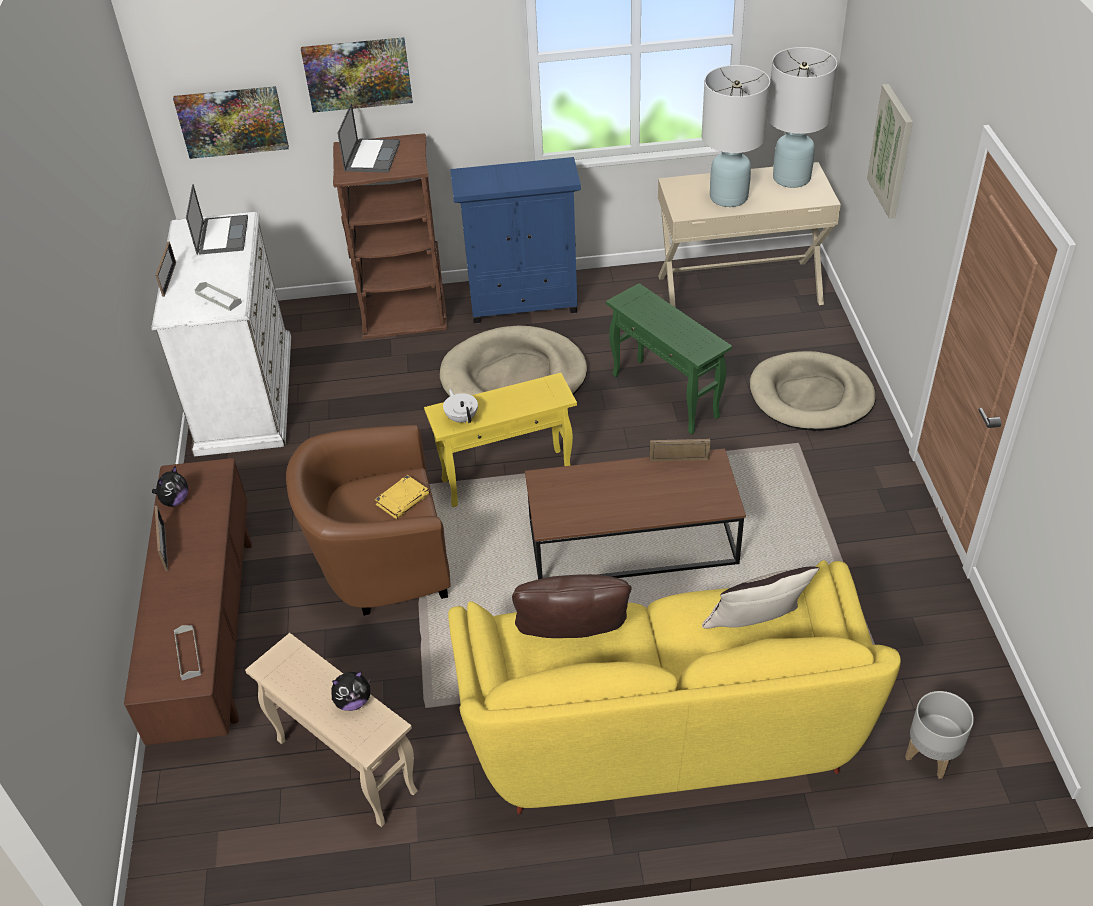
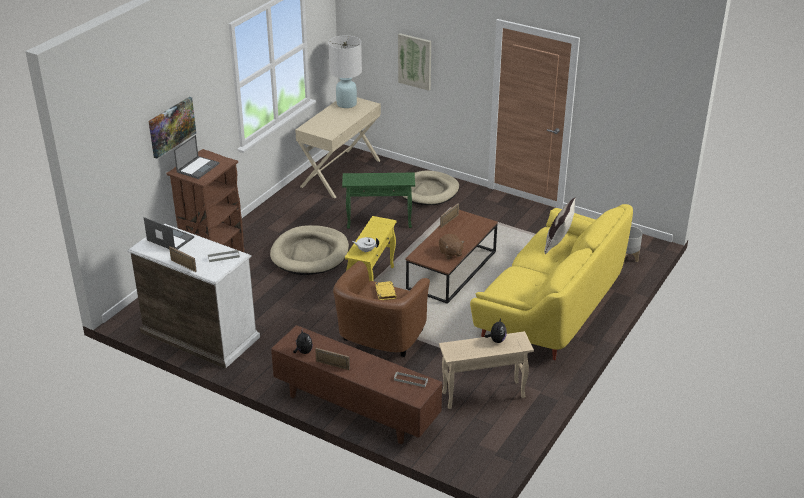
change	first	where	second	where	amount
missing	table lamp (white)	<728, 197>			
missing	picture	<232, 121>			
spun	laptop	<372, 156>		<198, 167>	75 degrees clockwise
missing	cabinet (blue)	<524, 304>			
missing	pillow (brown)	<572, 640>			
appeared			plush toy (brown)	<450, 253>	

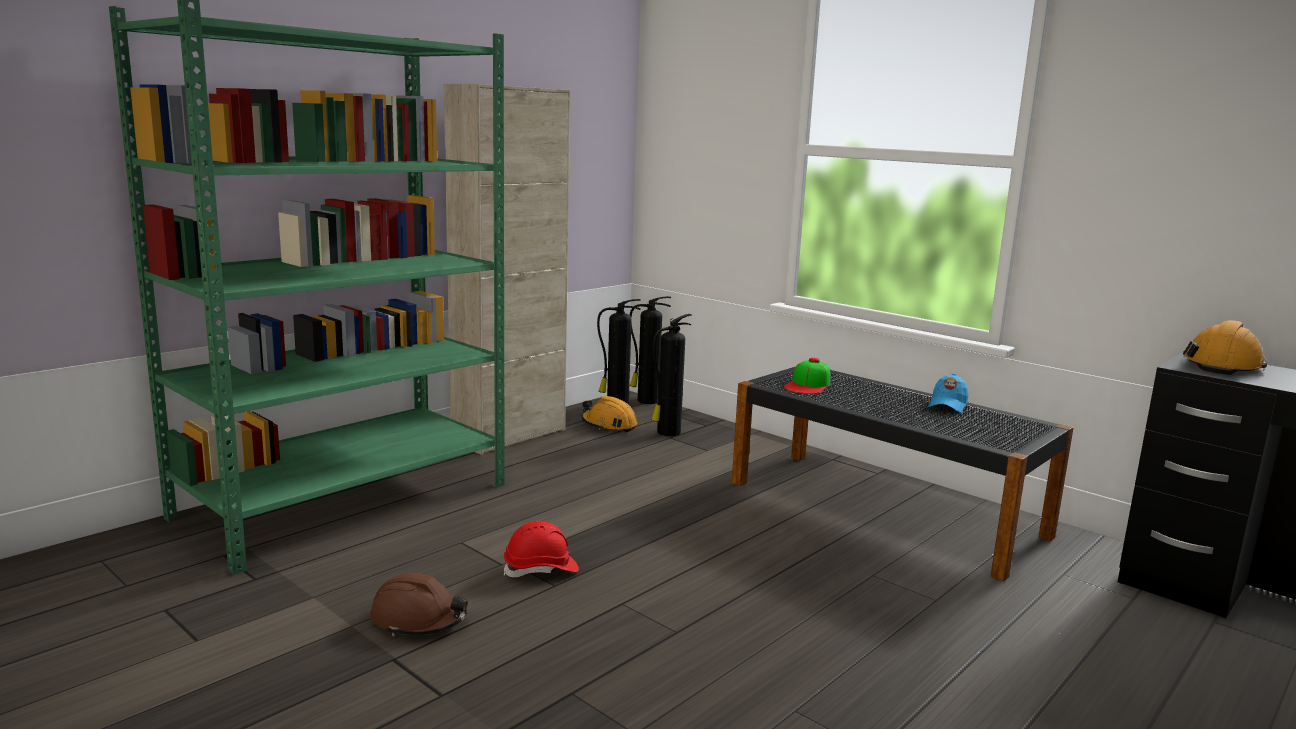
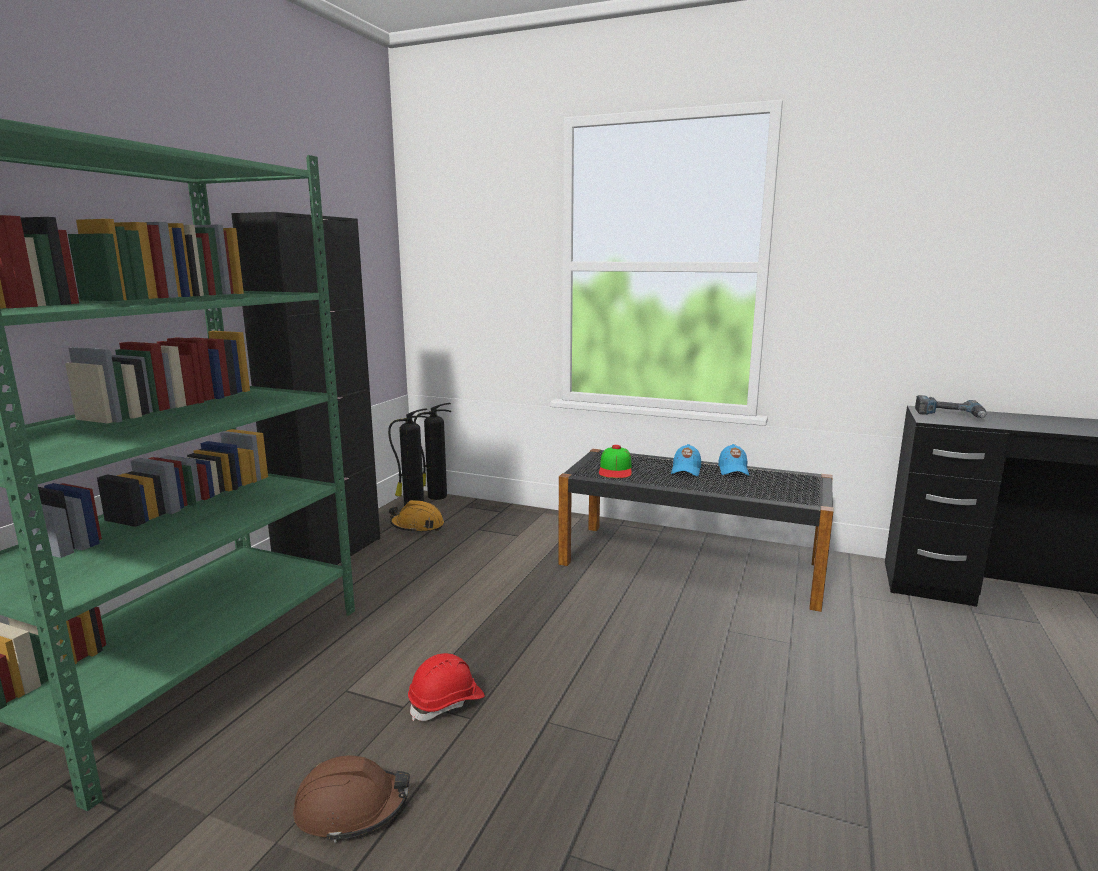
change	first	where	second	where	amount
colour	cabinet (beige)	<509, 436>	cabinet (black)	<330, 555>	
missing	fire extinguisher	<667, 433>			
exchanged	hard hat (orange)	<1223, 365>	power drill	<949, 414>	
appeared			cap (blue)	<686, 470>	

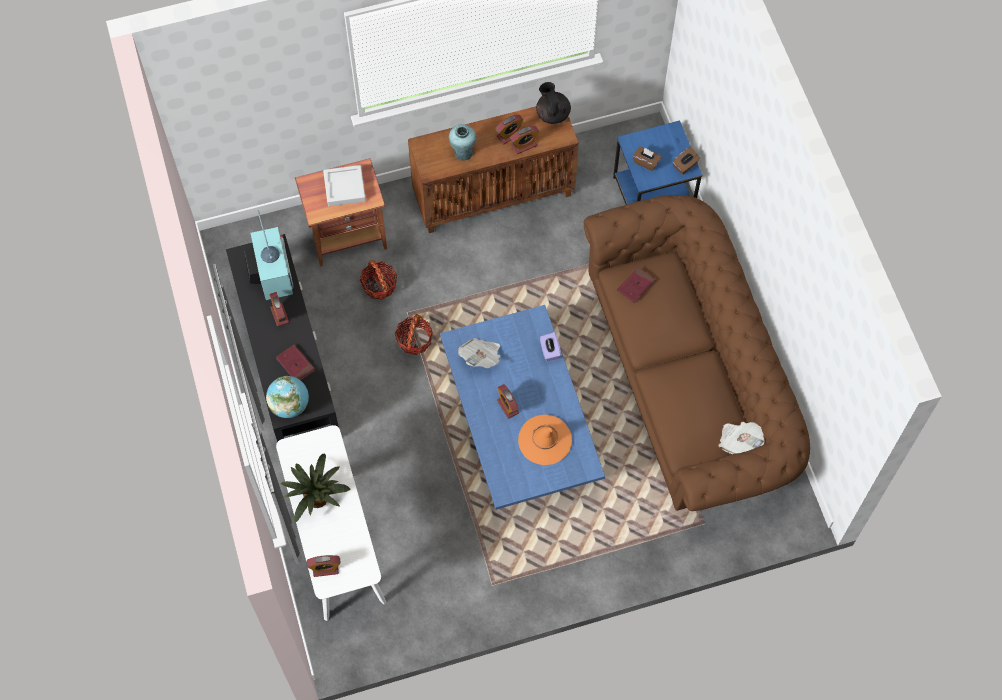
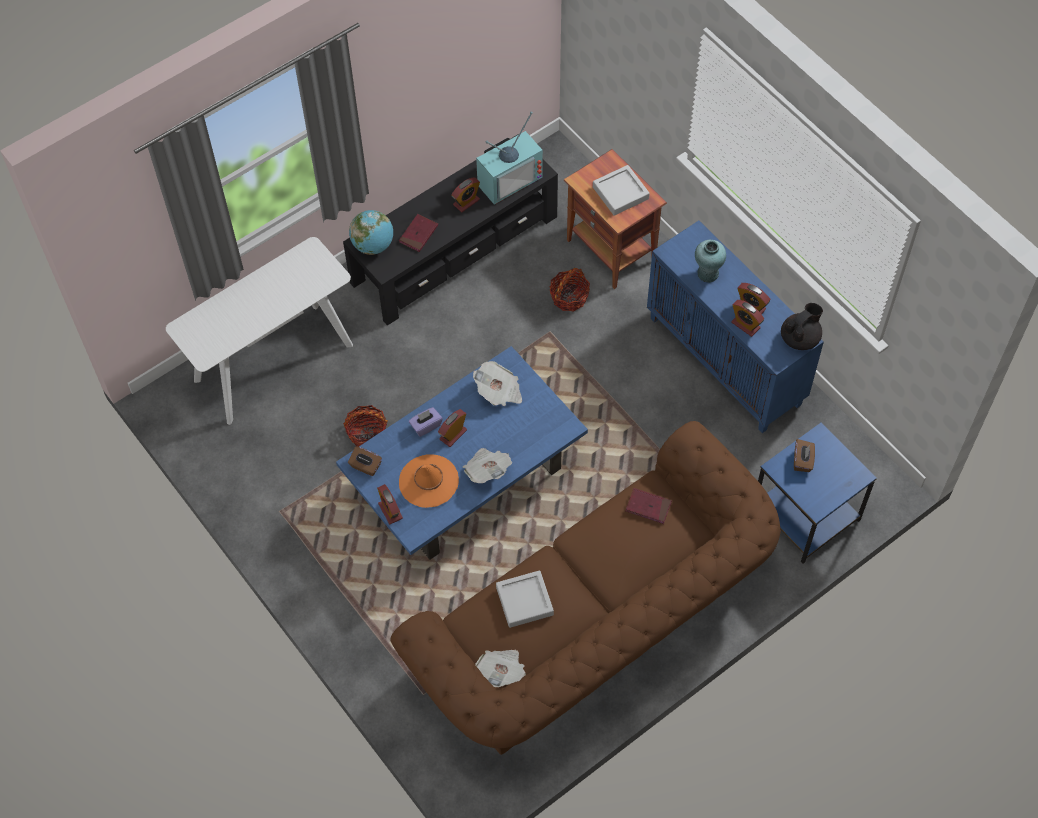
change	first	where	second	where	amount
colour	cabinet (brown)	<494, 195>	cabinet (blue)	<726, 361>	
relocated	tissue box (brown)	<685, 165>		<365, 466>	
relocated	basket	<414, 340>		<366, 433>	
relocated	tissue box (purple)	<550, 351>		<426, 426>	
missing	potted plant	<317, 496>			
relocated	alarm clock	<325, 569>		<390, 511>	
appeared			newspaper	<487, 470>	
appeared			tray (grey)	<524, 601>	

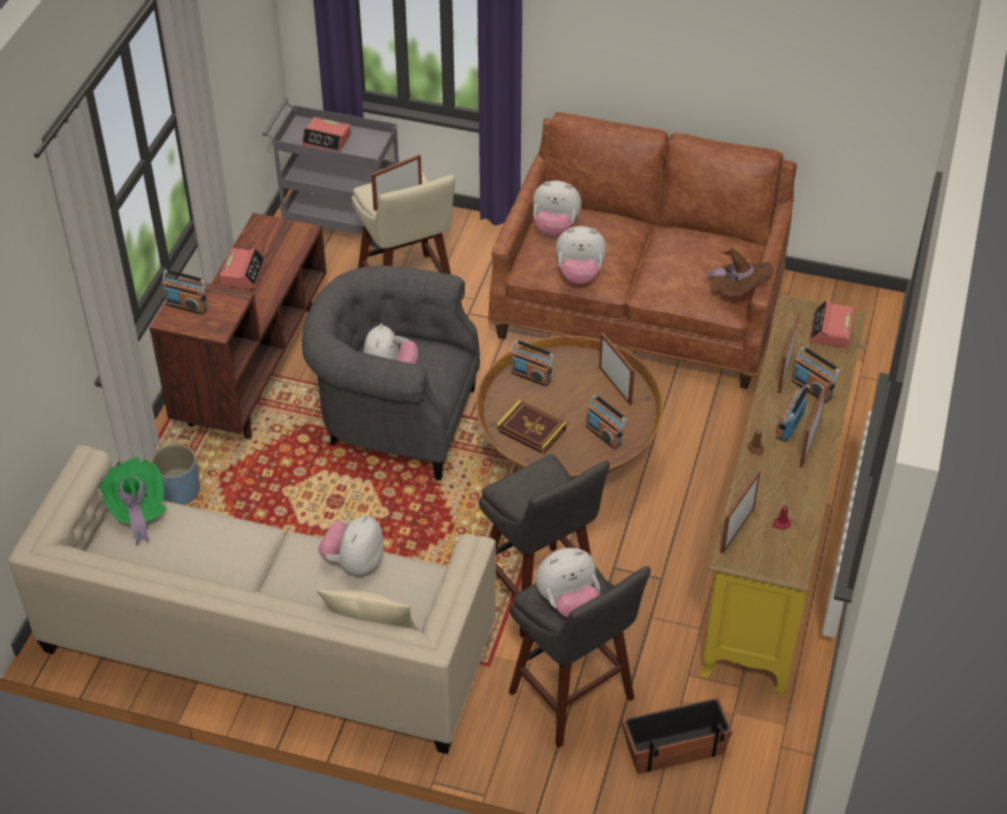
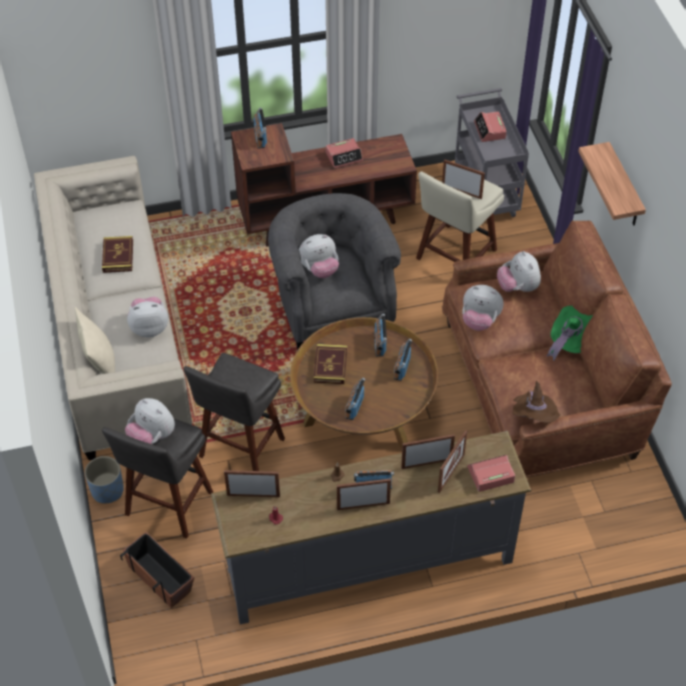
change	first	where	second	where	amount
spun	plush toy	<579, 274>		<479, 320>	45 degrees counterclockwise
colour	cabinet (yellow)	<773, 545>	cabinet (grey)	<369, 564>	
relocated	picture frame	<615, 385>		<451, 473>	
relocated	radio	<812, 388>		<401, 368>	
relocated	planter (blue)	<179, 491>		<107, 490>	
relocated	hat (green)	<137, 511>		<570, 341>	
appeared			shelf	<624, 187>	
appeared			book	<118, 256>	

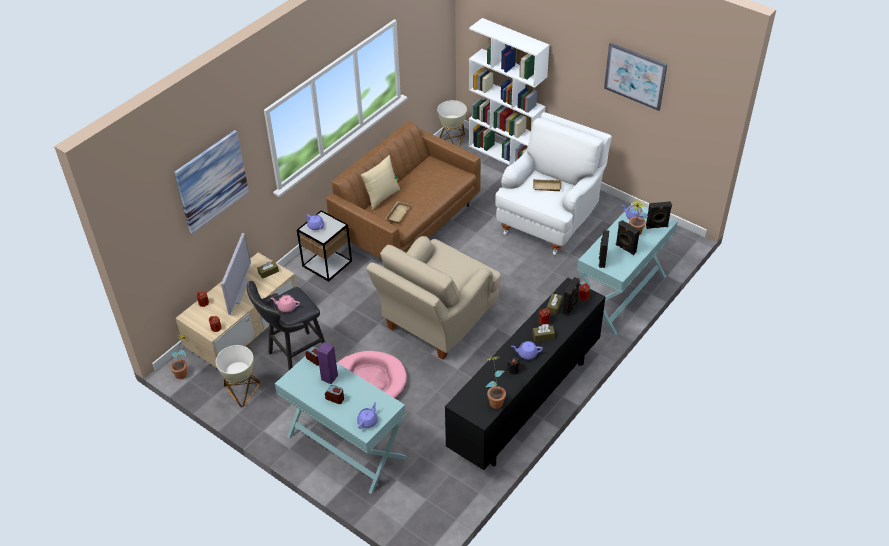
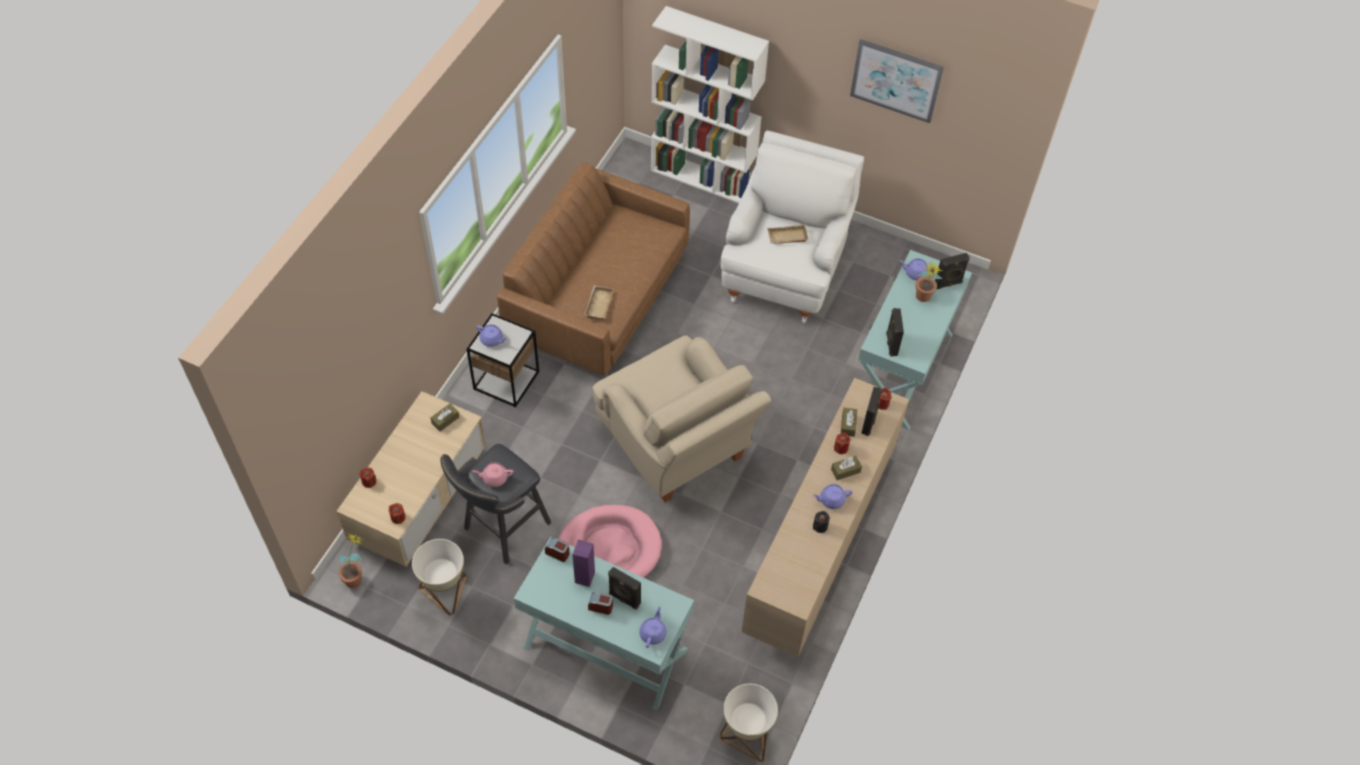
change	first	where	second	where	amount
relocated	planter	<452, 142>		<746, 736>	
missing	picture	<211, 181>			
missing	pillow (beige)	<382, 197>			
relocated	speaker (black)	<625, 249>		<624, 599>	
missing	television	<238, 290>			
spun	armchair (beige)	<437, 322>		<676, 447>	60 degrees counterclockwise
colour	cabinet (black)	<526, 404>	cabinet (beige)	<820, 547>	
missing	potted plant	<495, 399>			

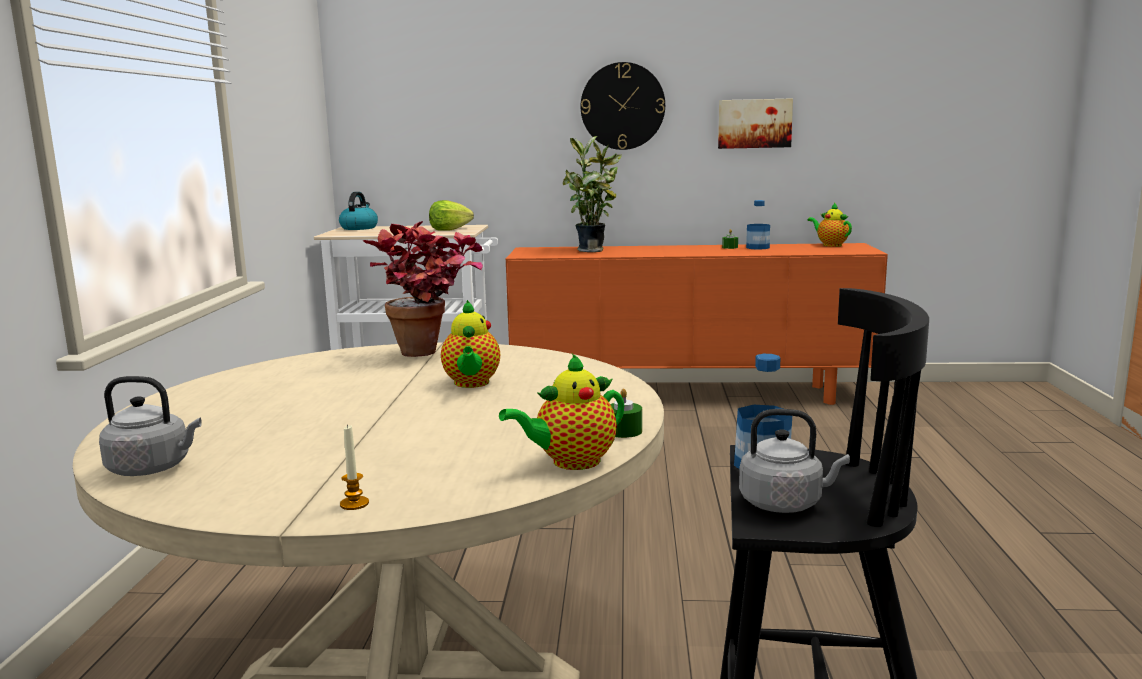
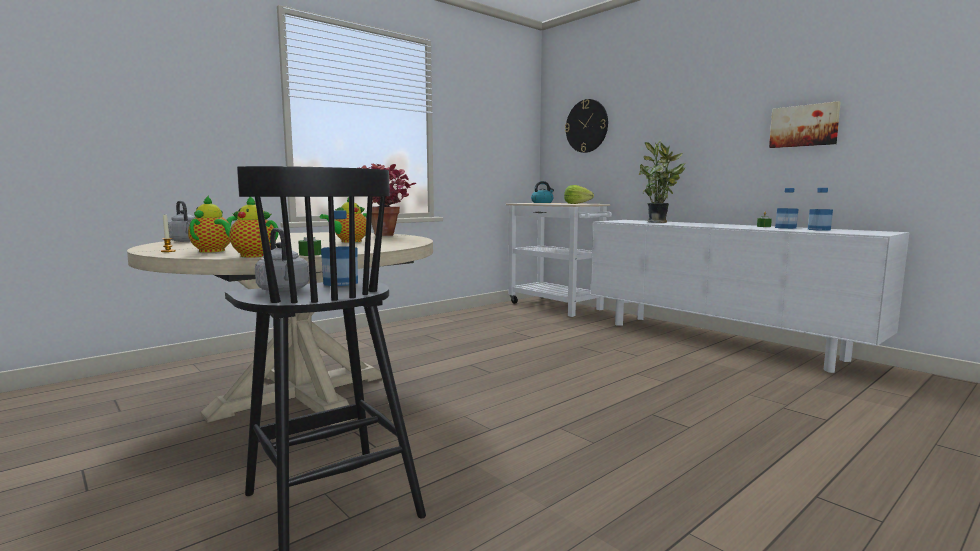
change	first	where	second	where	amount
relocated	wall clock	<622, 106>		<586, 126>	
relocated	teapot	<830, 245>		<214, 251>	
colour	cabinet (orange)	<689, 394>	cabinet (white)	<719, 340>	
appeared			bottle	<819, 229>	

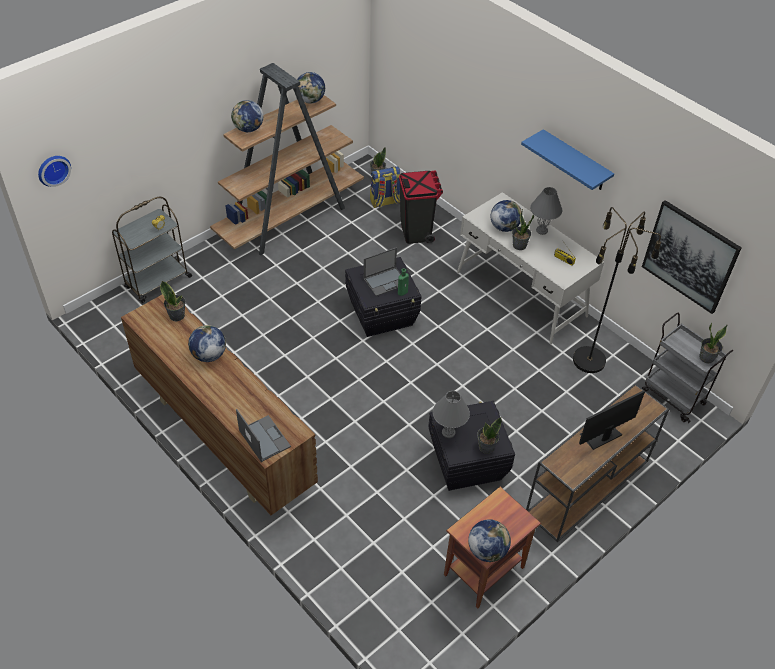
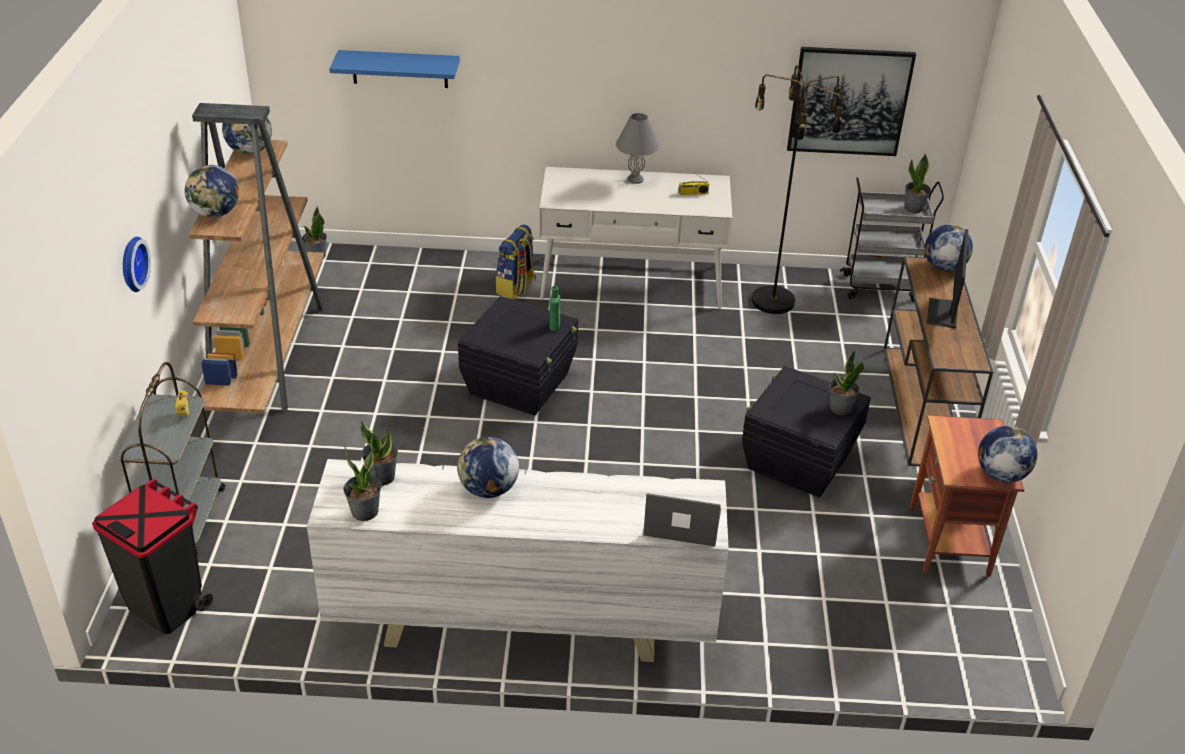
change	first	where	second	where	amount
relocated	shelf (blue)	<575, 161>		<399, 69>	
relocated	wall clock	<53, 169>		<131, 264>	
relocated	backpack	<384, 202>		<516, 287>	
relocated	trash can (black)	<416, 232>		<167, 605>	
relocated	globe	<504, 227>		<943, 267>	
relocated	potted plant	<519, 245>		<365, 512>	
missing	laptop	<386, 281>			
colour	cabinet (brown)	<223, 437>	cabinet (white)	<520, 625>	
missing	table lamp (grey)	<448, 432>			

